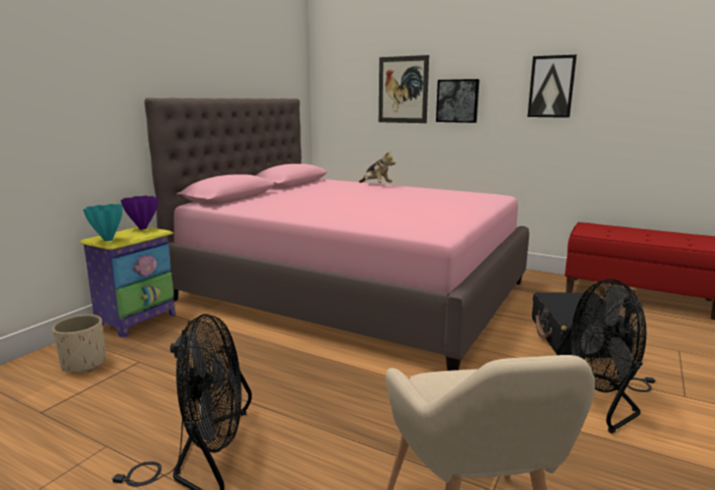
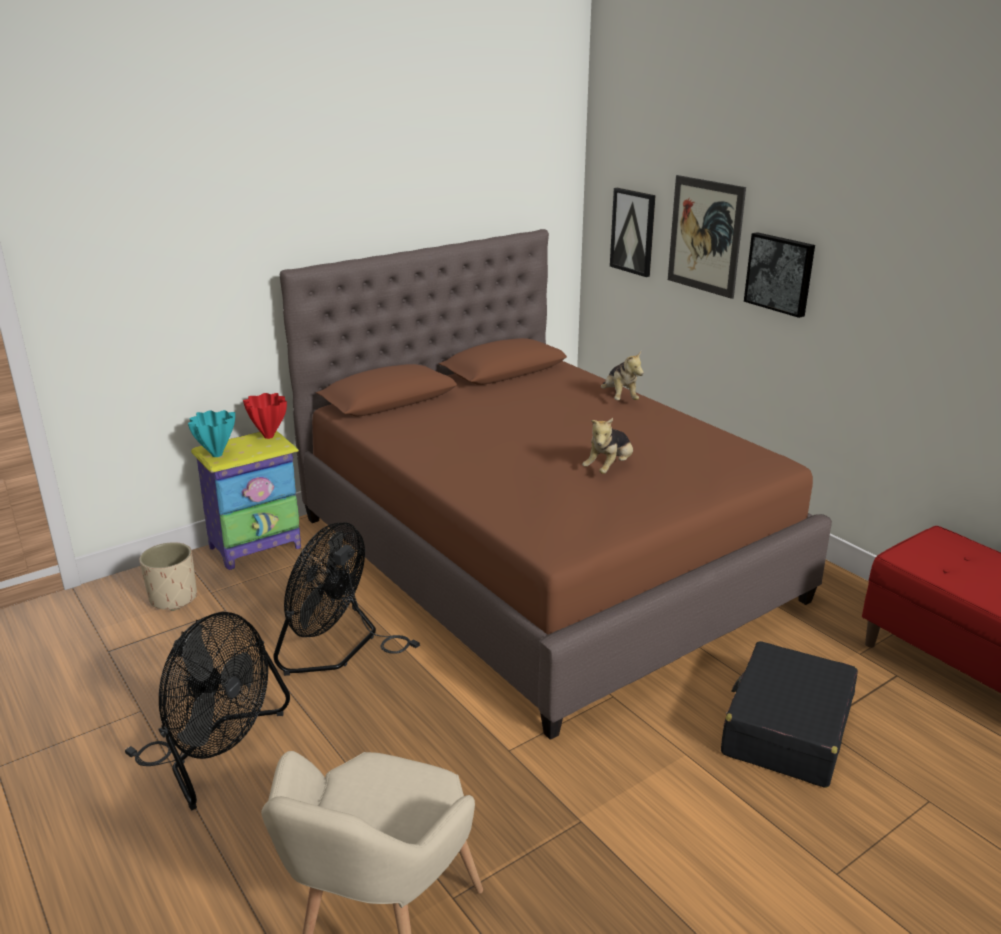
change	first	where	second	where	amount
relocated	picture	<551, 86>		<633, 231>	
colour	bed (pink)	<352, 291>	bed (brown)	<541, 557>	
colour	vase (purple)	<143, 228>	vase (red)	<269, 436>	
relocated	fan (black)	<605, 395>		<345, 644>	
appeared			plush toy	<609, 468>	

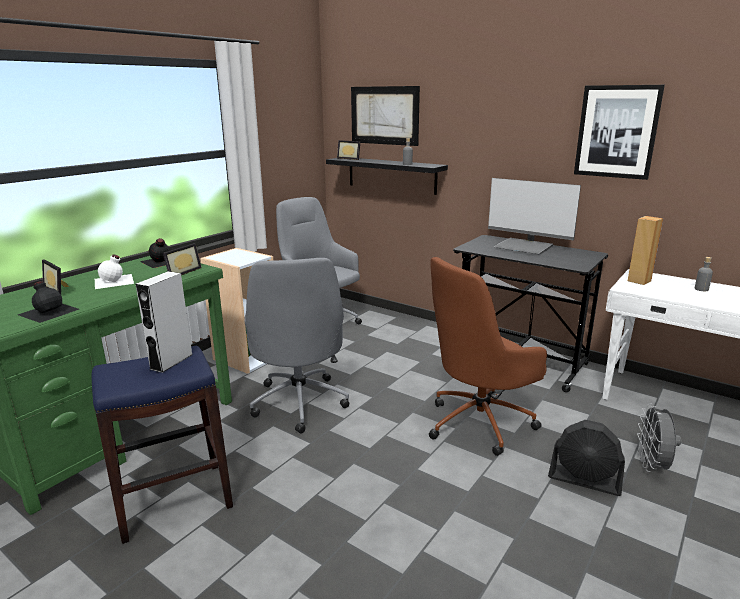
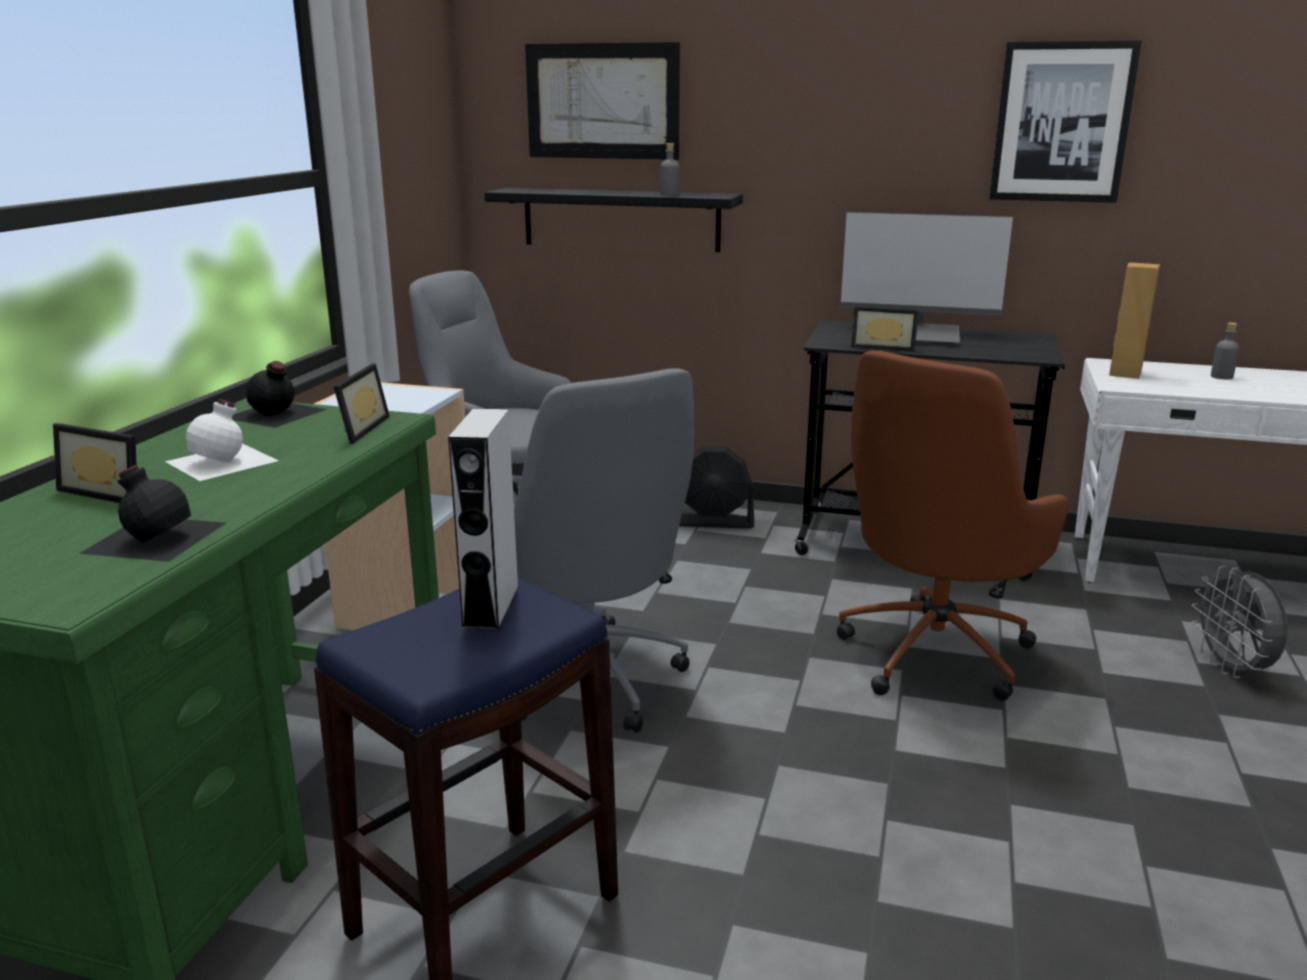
change	first	where	second	where	amount
relocated	picture frame	<350, 158>		<883, 347>	
relocated	fan (black)	<584, 480>		<713, 522>	

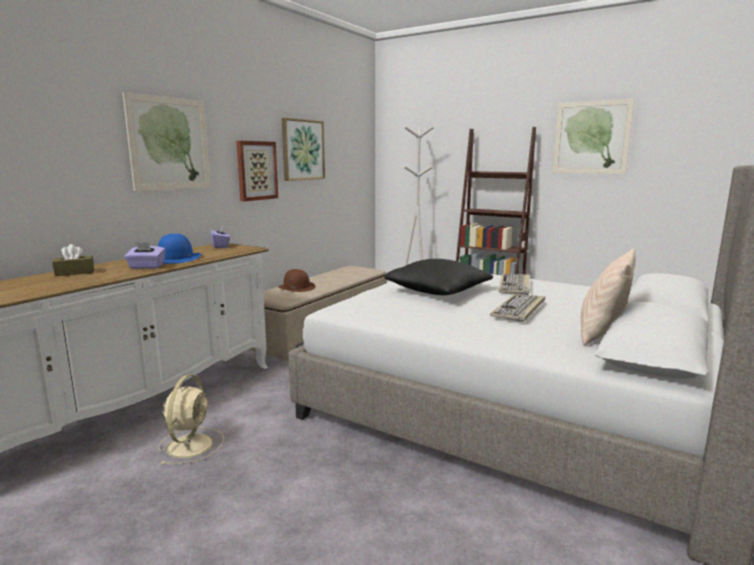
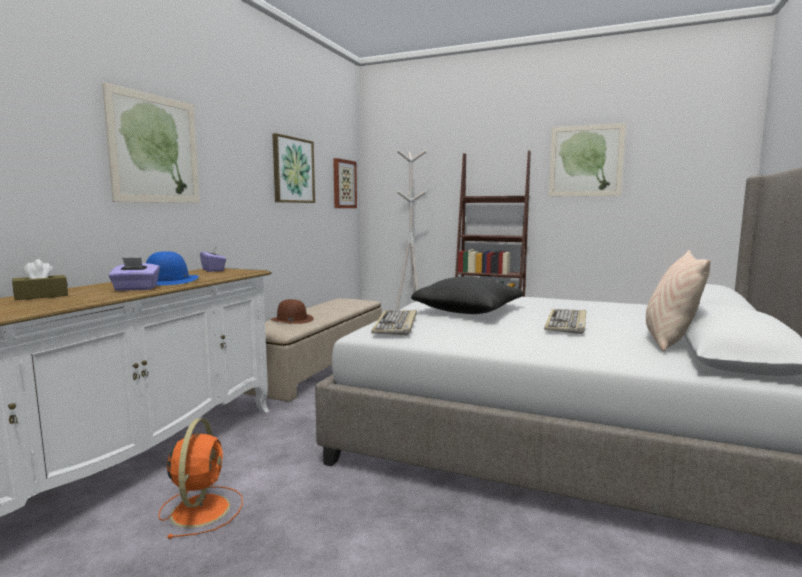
change	first	where	second	where	amount
relocated	picture	<256, 170>		<343, 184>	
relocated	keyboard	<515, 286>		<396, 325>	
colour	fan (beige)	<191, 444>	fan (orange)	<201, 509>	

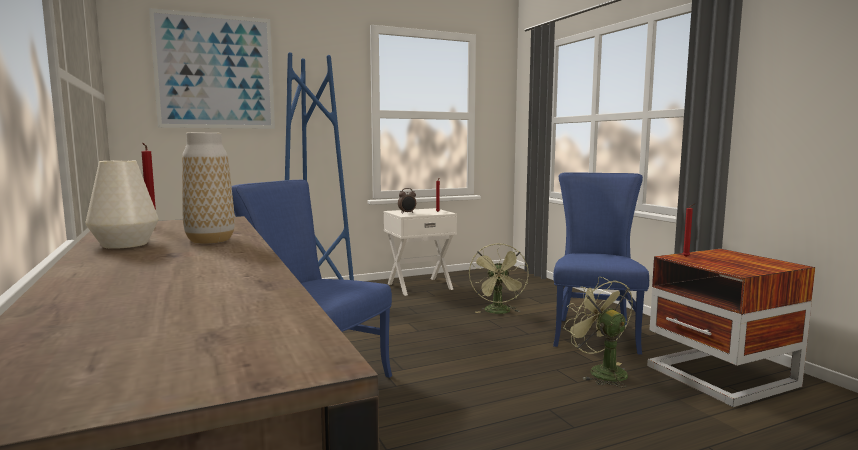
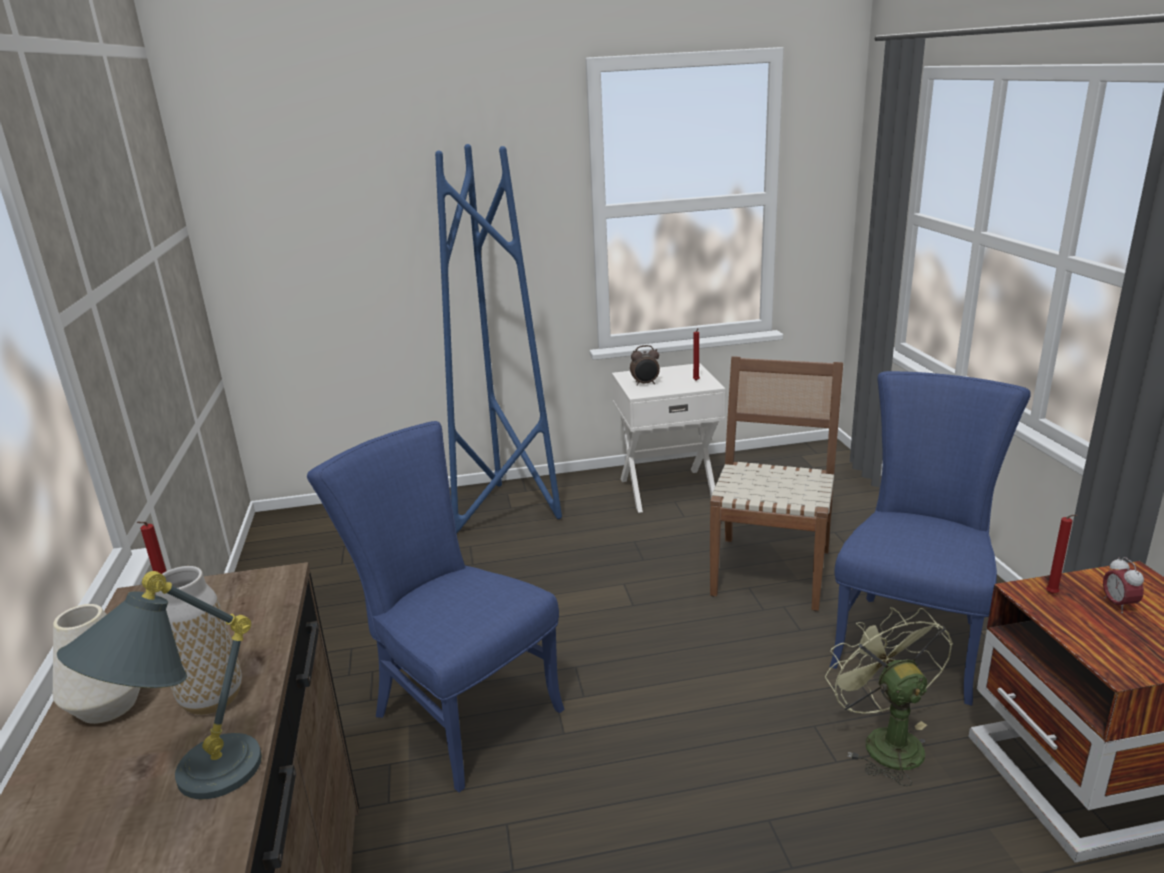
change	first	where	second	where	amount
missing	picture	<215, 72>			
exchanged	fan (green)	<499, 312>	chair	<771, 569>	
appeared			alarm clock	<1118, 605>	
appeared			table lamp (grey)	<190, 787>	

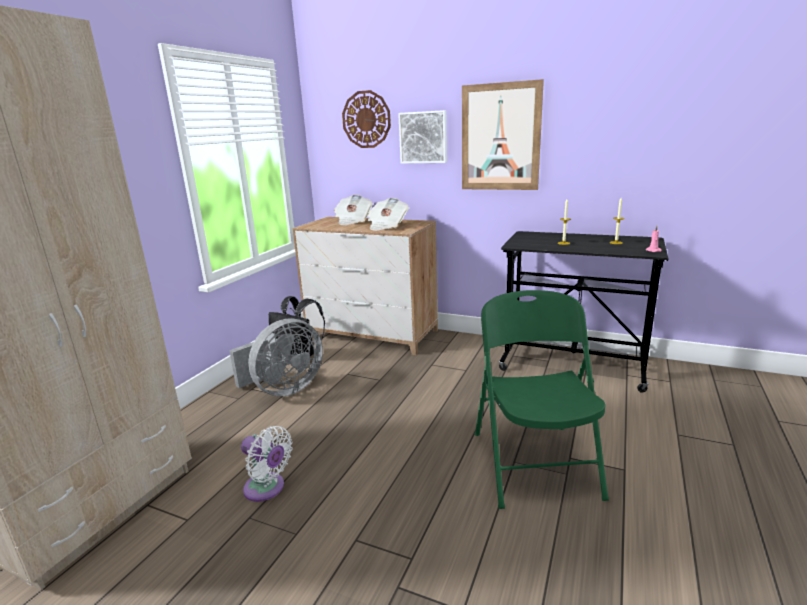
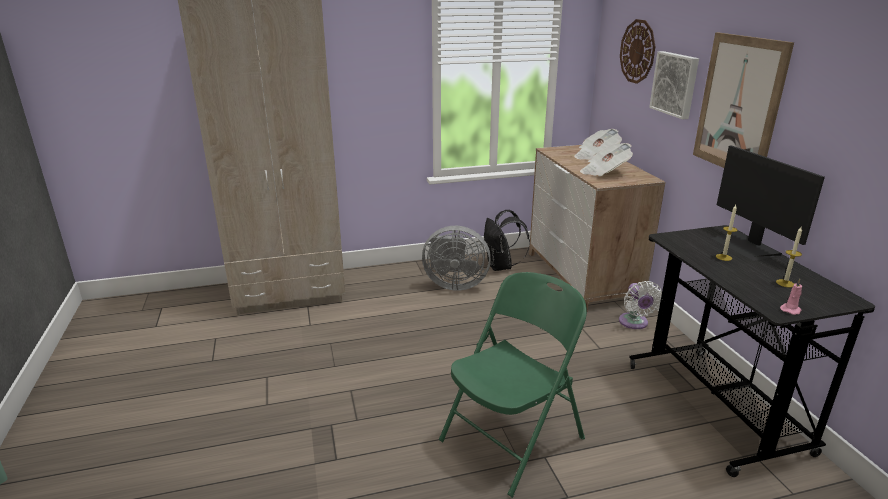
change	first	where	second	where	amount
relocated	fan (white)	<267, 489>		<634, 323>	
appeared			monitor	<746, 246>	

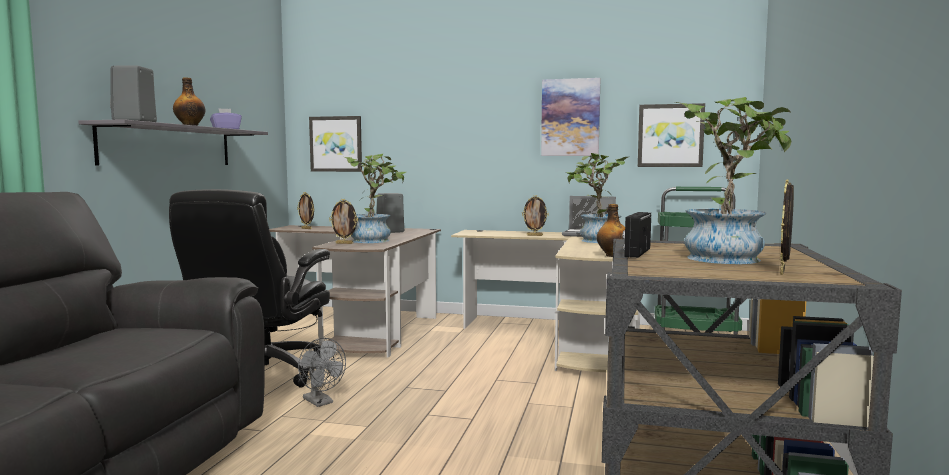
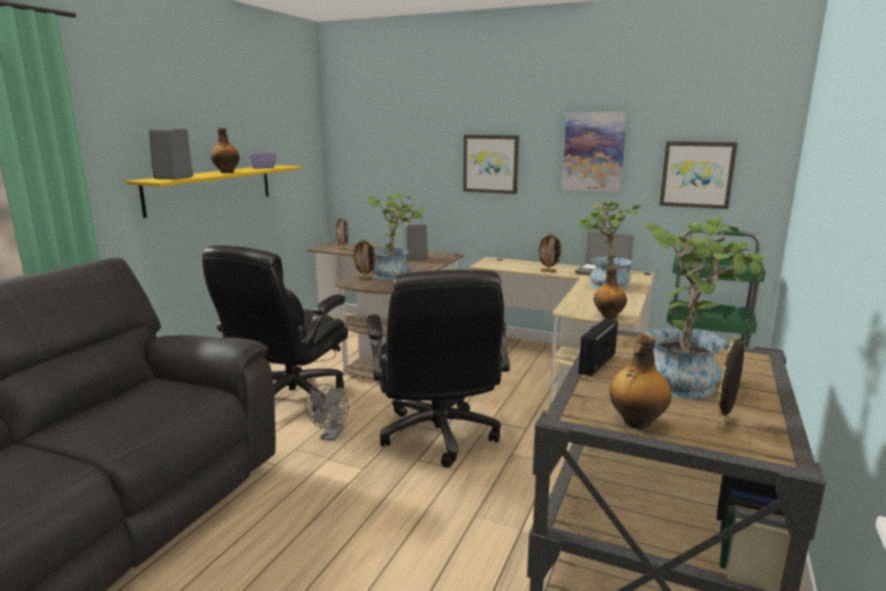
change	first	where	second	where	amount
relocated	picture	<336, 144>		<490, 164>	
colour	shelf (grey)	<169, 146>	shelf (yellow)	<211, 189>	
spun	fan (grey)	<321, 402>		<331, 436>	45 degrees clockwise
appeared			office chair (black)	<437, 438>	
appeared			bottle	<635, 422>	

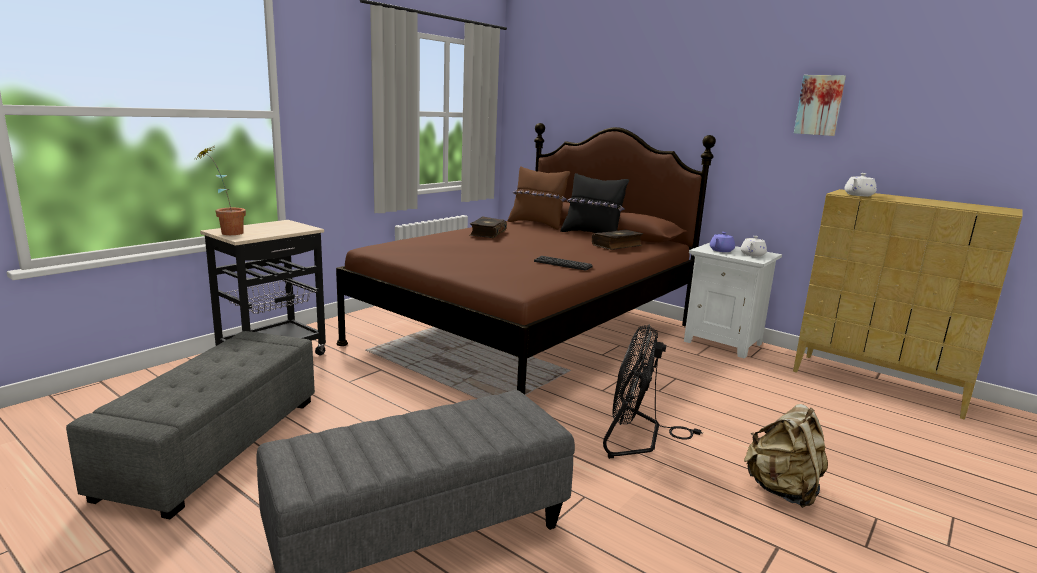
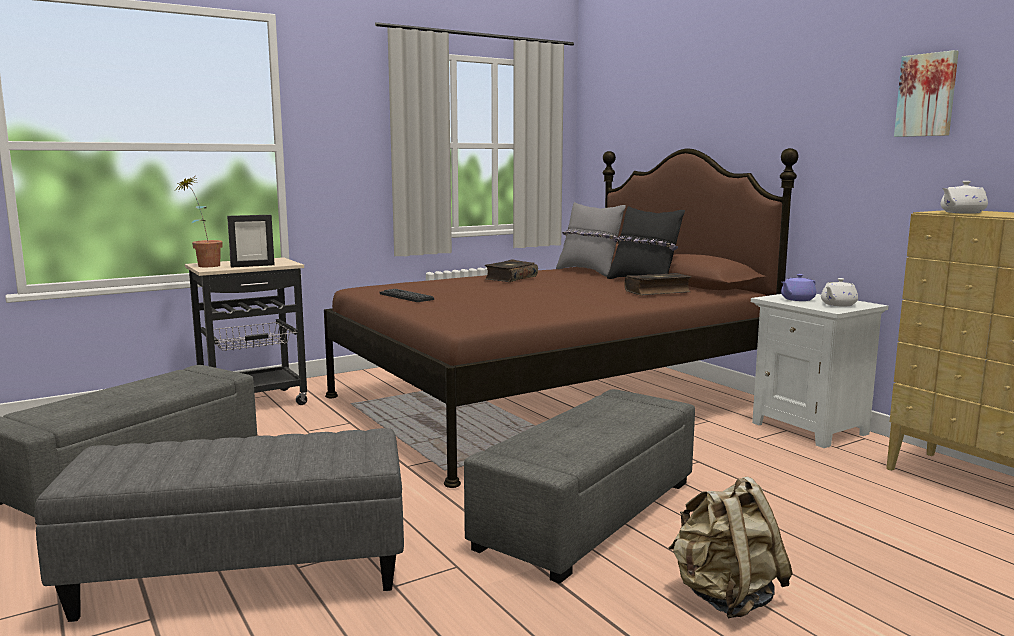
change	first	where	second	where	amount
colour	pillow (brown)	<537, 224>	pillow (grey)	<589, 272>	
relocated	keyboard	<563, 264>		<406, 296>	
exchanged	fan (black)	<640, 433>	ottoman (grey)	<589, 513>	
appeared			picture frame	<252, 265>	

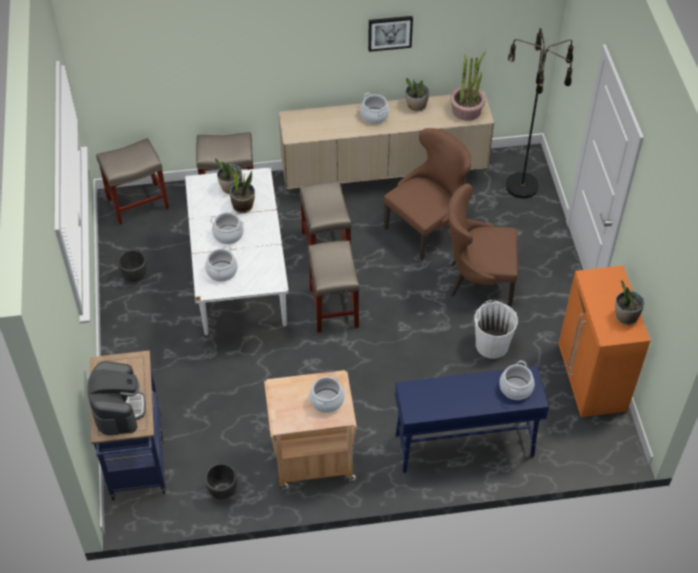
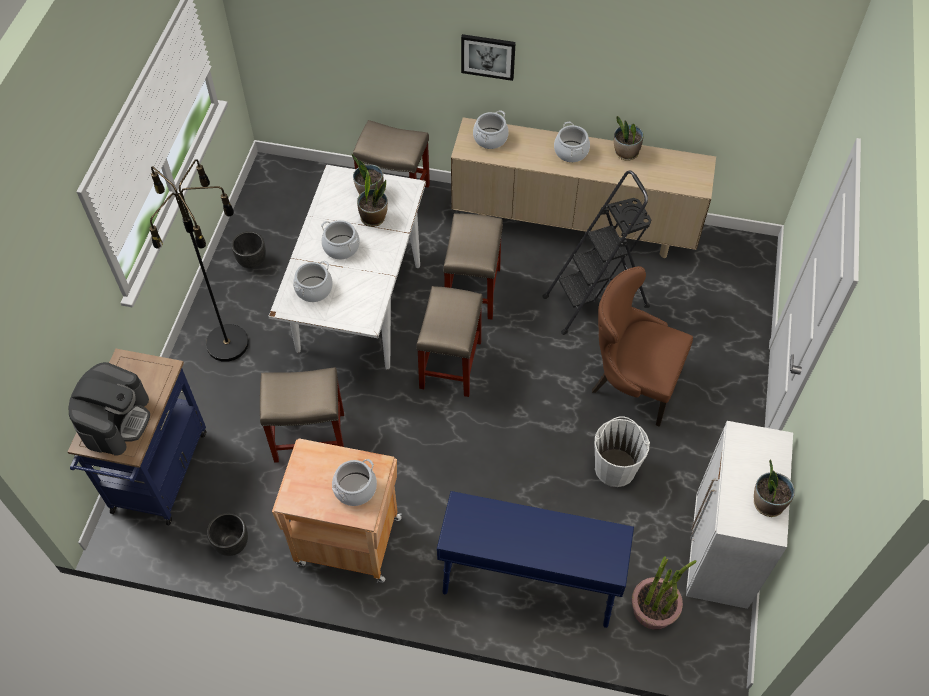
change	first	where	second	where	amount
relocated	picture	<390, 32>		<488, 56>	
relocated	floor lamp	<522, 186>		<228, 344>	
relocated	potted plant	<466, 110>		<654, 609>	
exchanged	chair (brown)	<426, 228>	step ladder	<597, 300>	
relocated	stool (beige)	<137, 203>		<308, 437>	
colour	cabinet (orange)	<592, 377>	cabinet (white)	<721, 549>	
relocated	cooking pot	<515, 388>		<490, 138>	

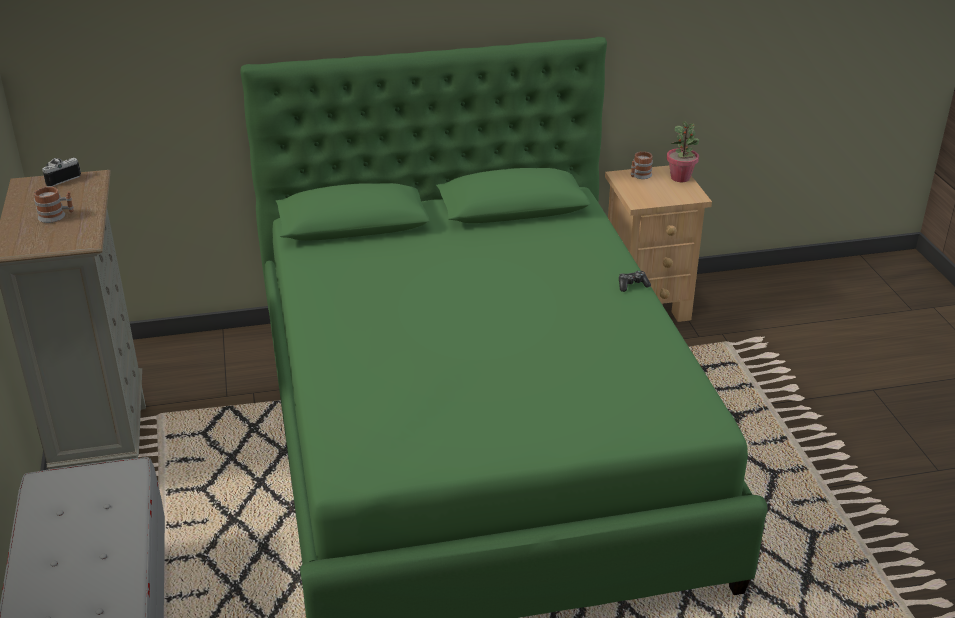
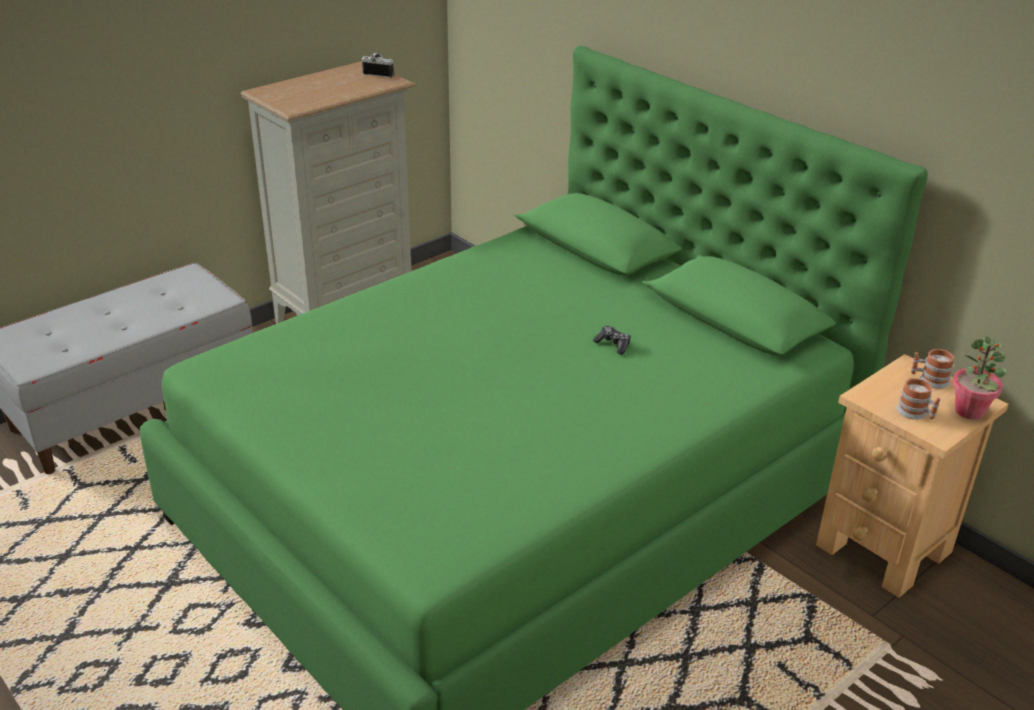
change	first	where	second	where	amount
relocated	mug	<56, 216>		<916, 414>	
relocated	game controller	<632, 285>		<613, 344>	

